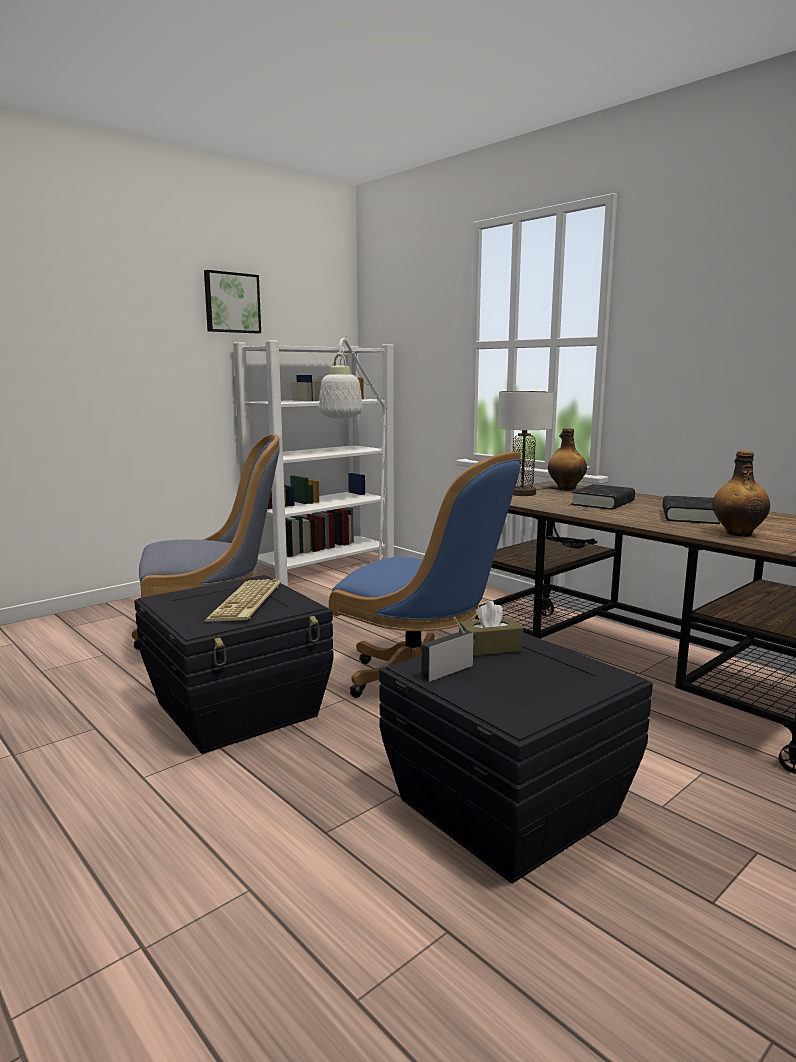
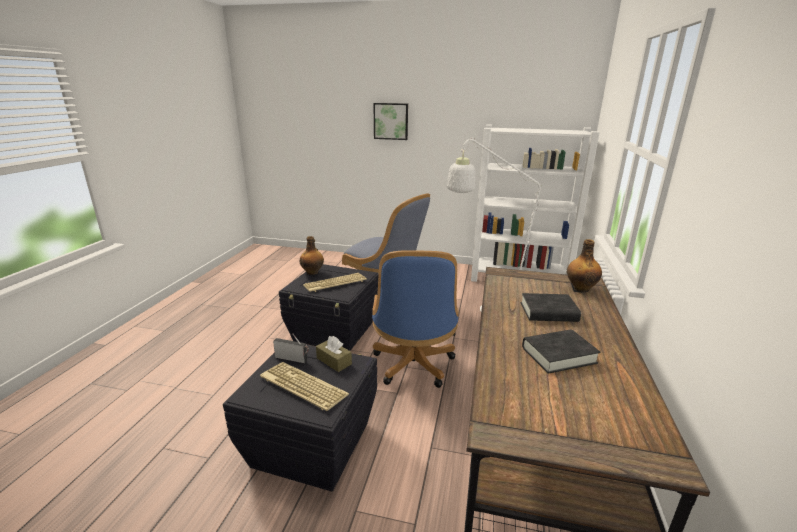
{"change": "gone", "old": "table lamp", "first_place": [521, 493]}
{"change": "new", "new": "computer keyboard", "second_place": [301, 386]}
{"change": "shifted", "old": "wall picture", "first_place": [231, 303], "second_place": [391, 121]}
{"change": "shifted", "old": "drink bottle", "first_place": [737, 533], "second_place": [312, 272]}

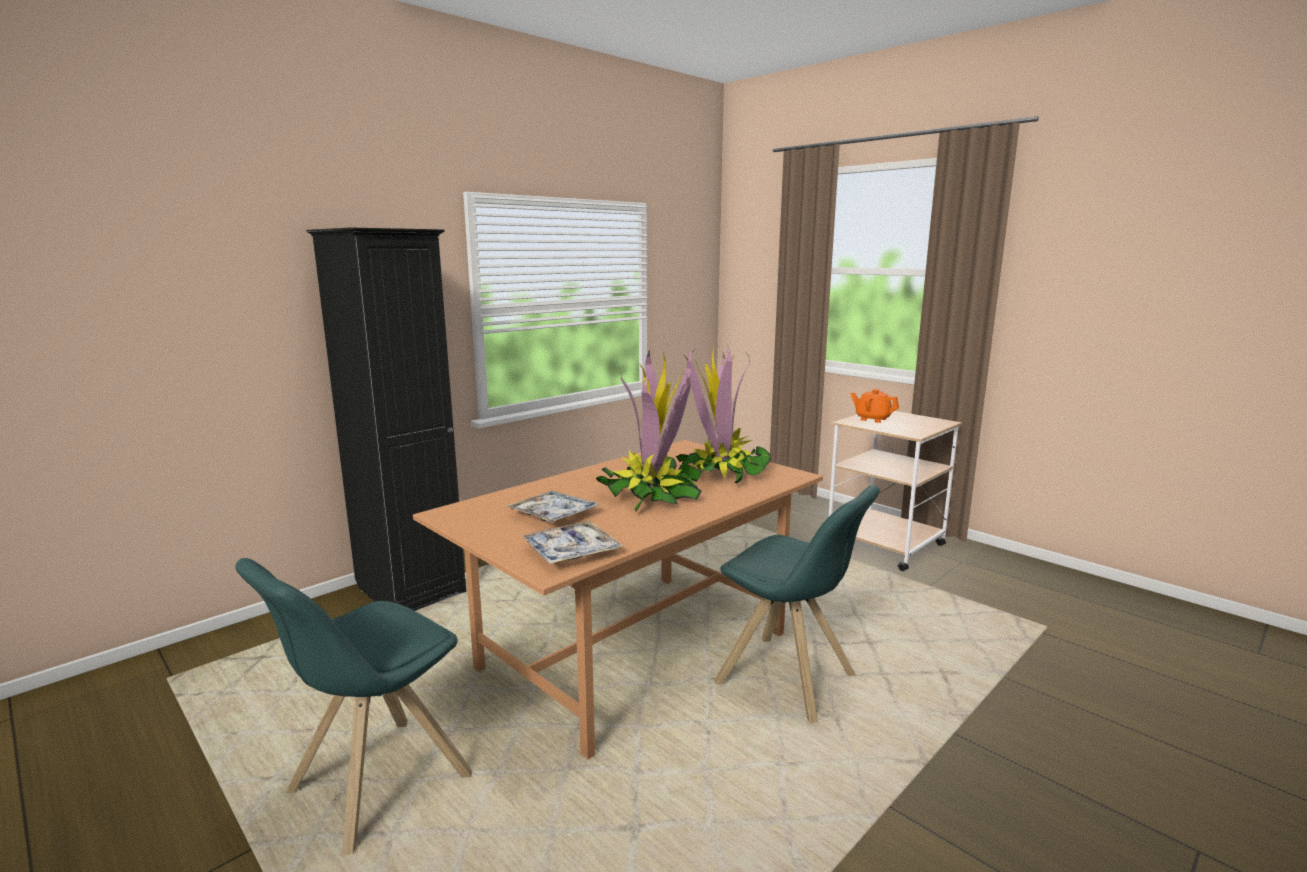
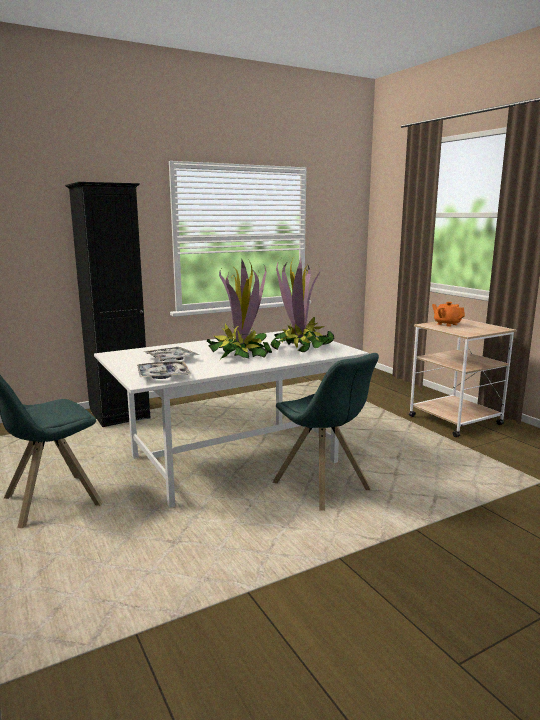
{"change": "repainted", "old": "dinner table (brown-coloured)", "new": "dinner table (white-coloured)", "first_place": [635, 653], "second_place": [233, 461]}

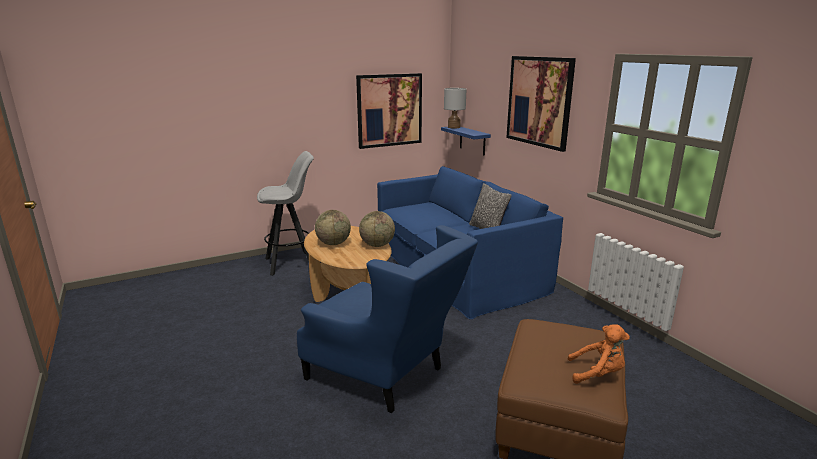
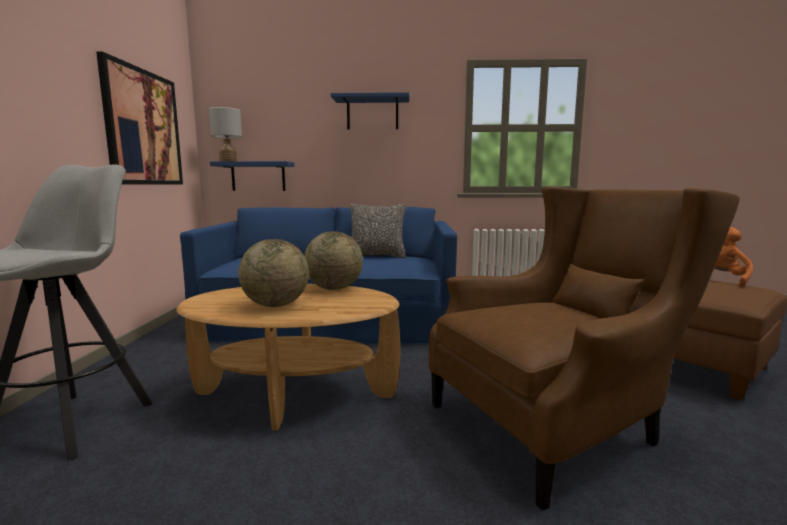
{"change": "swapped", "old": "wall picture", "new": "shelf (bluish)", "first_place": [539, 101], "second_place": [372, 114]}
{"change": "repainted", "old": "armchair (bluish)", "new": "armchair (brown-coloured)", "first_place": [386, 375], "second_place": [557, 424]}

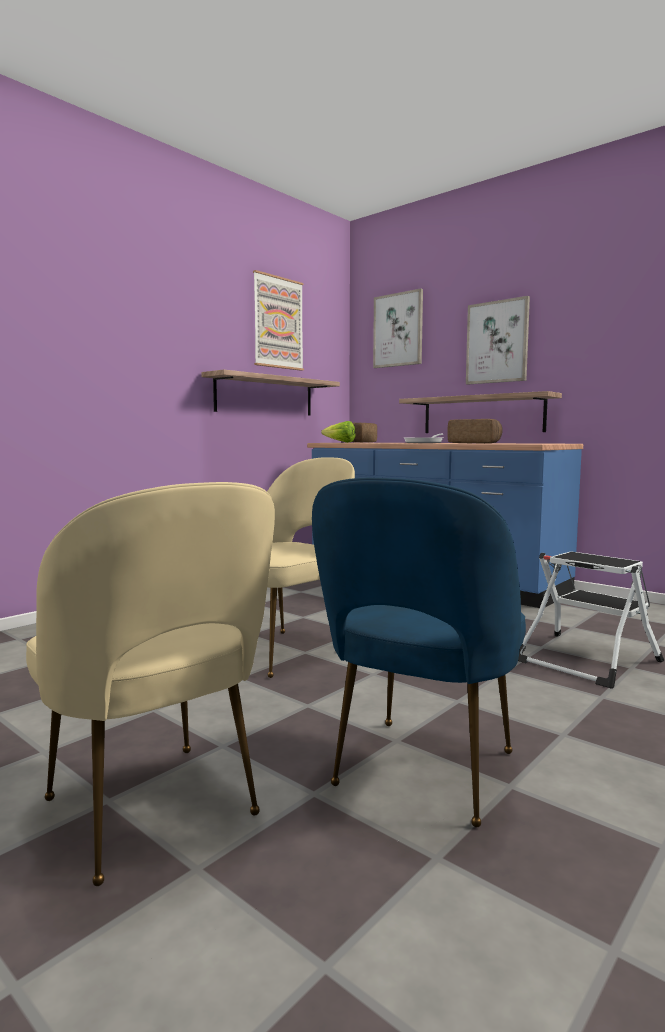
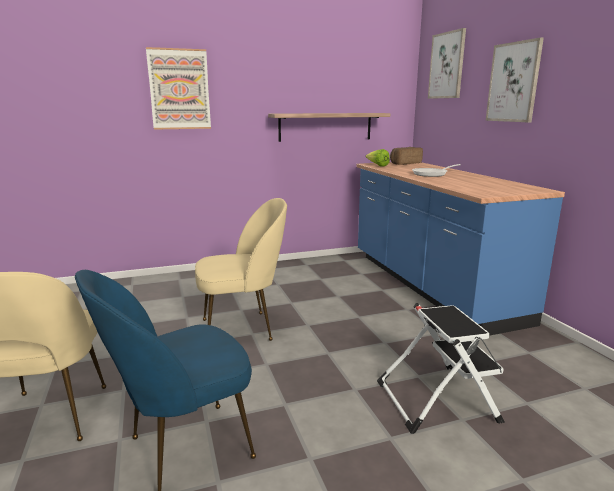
{"change": "gone", "old": "shelf", "first_place": [482, 414]}
{"change": "gone", "old": "bread", "first_place": [475, 443]}
{"change": "shifted", "old": "wall picture", "first_place": [278, 323], "second_place": [179, 89]}

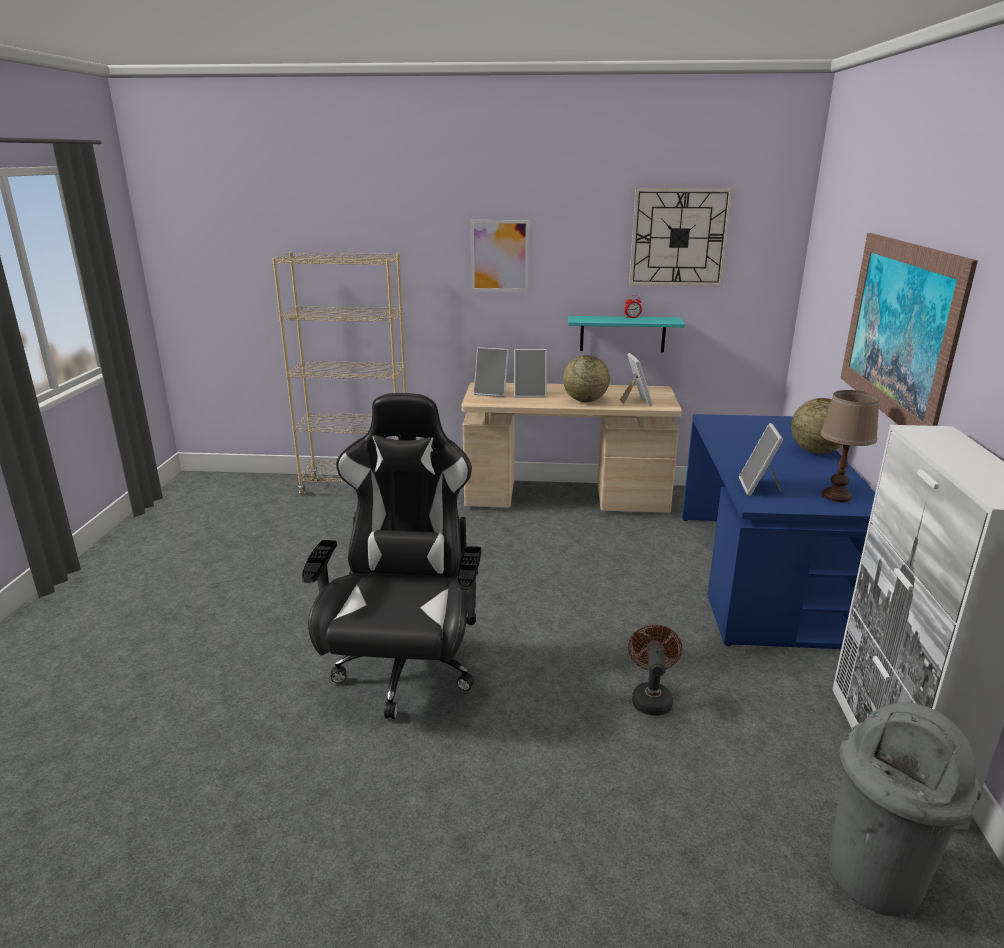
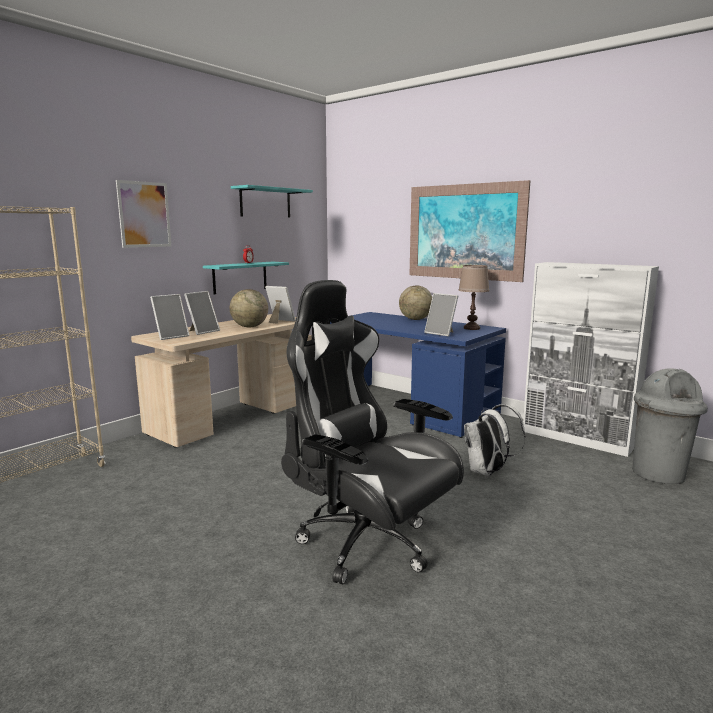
{"change": "swapped", "old": "cooling fan (brown-coloured)", "new": "knapsack (white-coloured)", "first_place": [651, 697], "second_place": [488, 472]}
{"change": "swapped", "old": "clock on the wall", "new": "shelf (blue-green)", "first_place": [679, 237], "second_place": [265, 202]}

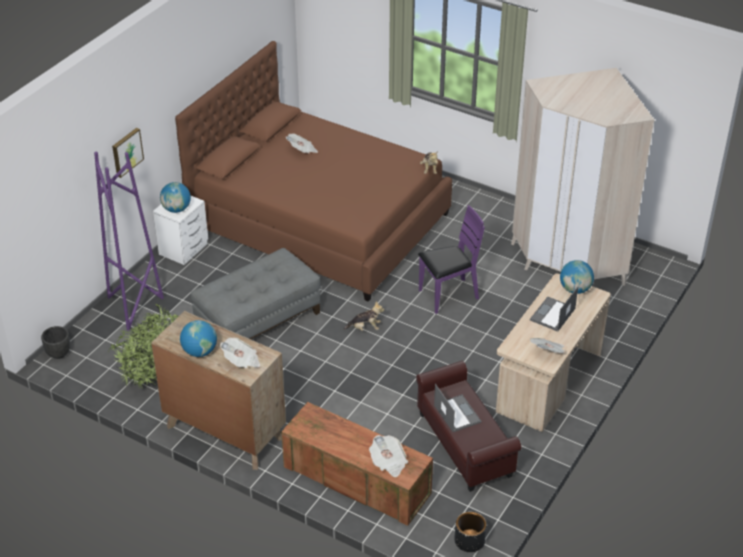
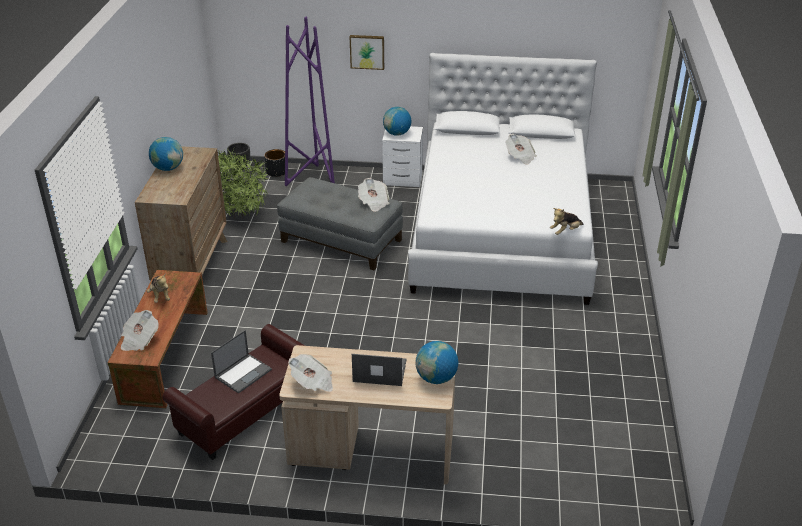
{"change": "gone", "old": "chair (purple-coloured)", "first_place": [448, 295]}
{"change": "gone", "old": "clothes cupboard (beige-coloured)", "first_place": [570, 260]}
{"change": "shifted", "old": "newspaper", "first_place": [241, 361], "second_place": [373, 202]}
{"change": "shifted", "old": "soft toy", "first_place": [365, 328], "second_place": [160, 296]}
{"change": "shifted", "old": "flower pot (black-coloured)", "first_place": [469, 541], "second_place": [276, 171]}
{"change": "repainted", "old": "sleeping bed (brown-coloured)", "new": "sleeping bed (white-coloured)", "first_place": [319, 221], "second_place": [502, 232]}

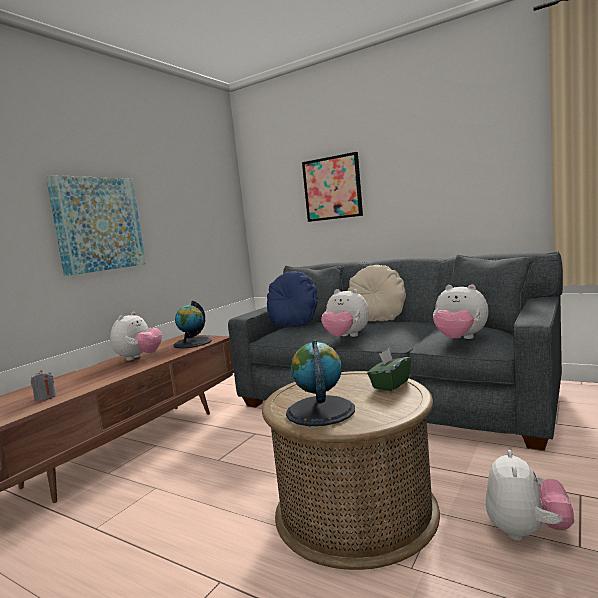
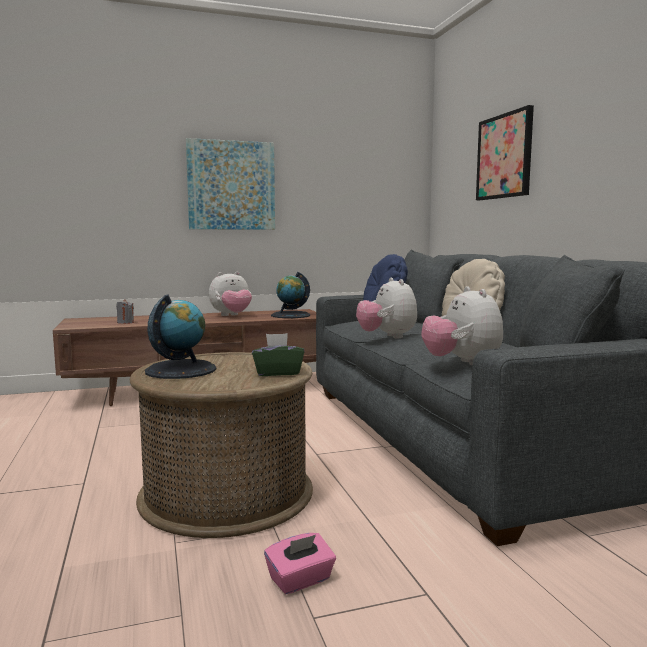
{"change": "swapped", "old": "soft toy", "new": "tissue holder (pink-coloured)", "first_place": [526, 532], "second_place": [300, 580]}

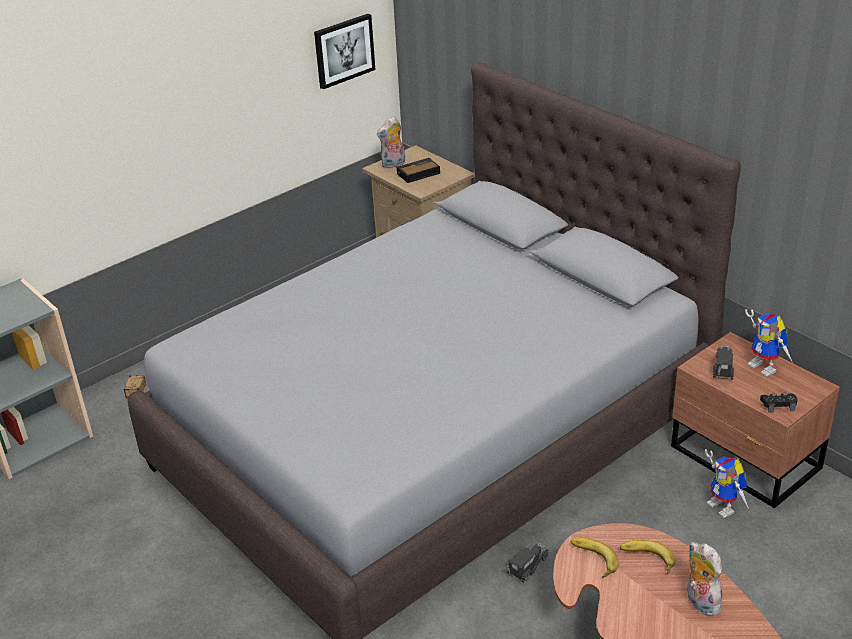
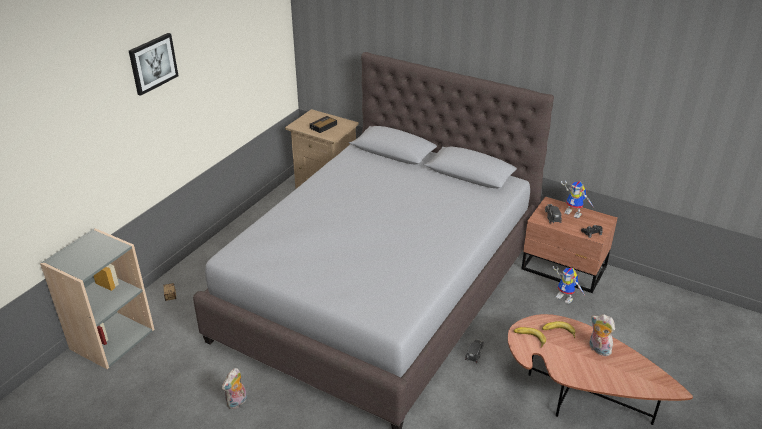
{"change": "shifted", "old": "wall picture", "first_place": [344, 50], "second_place": [153, 63]}
{"change": "shifted", "old": "soft toy", "first_place": [393, 164], "second_place": [237, 402]}

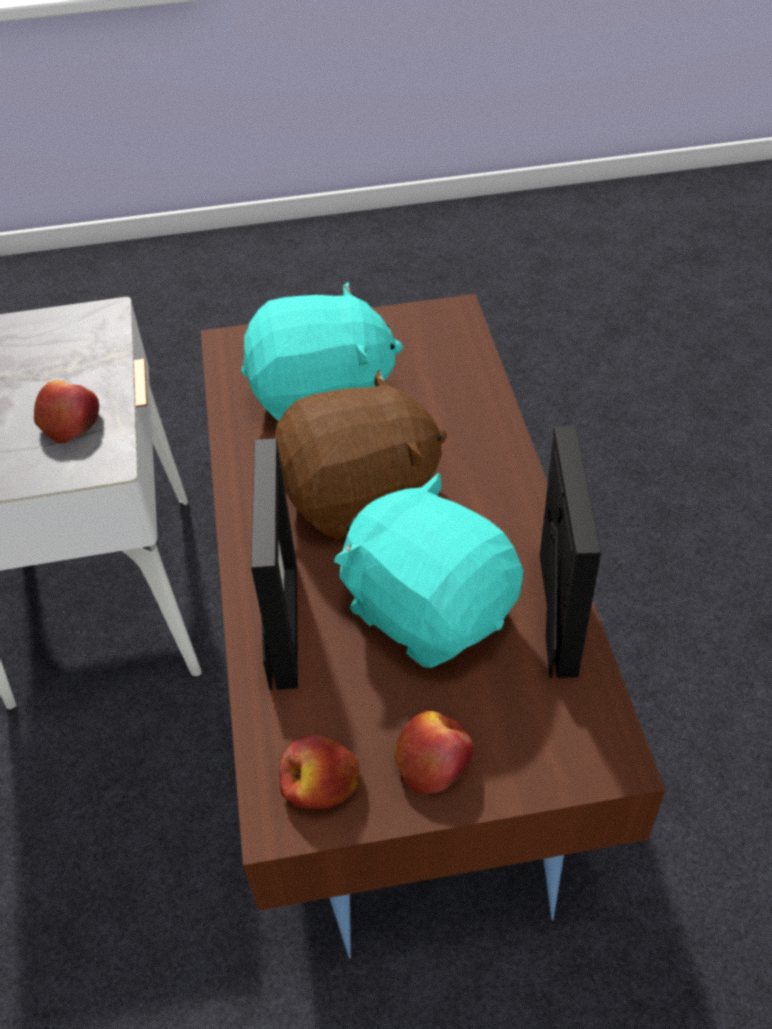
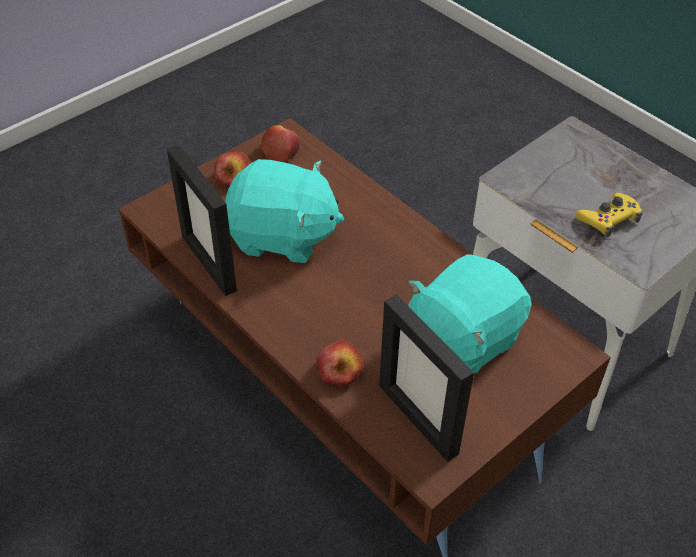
{"change": "gone", "old": "soft toy (brown-coloured)", "first_place": [360, 495]}
{"change": "new", "new": "gamepad (yellow)", "second_place": [608, 219]}
{"change": "shifted", "old": "apple", "first_place": [69, 420], "second_place": [339, 370]}
{"change": "shifted", "old": "standing frame", "first_place": [283, 624], "second_place": [420, 418]}

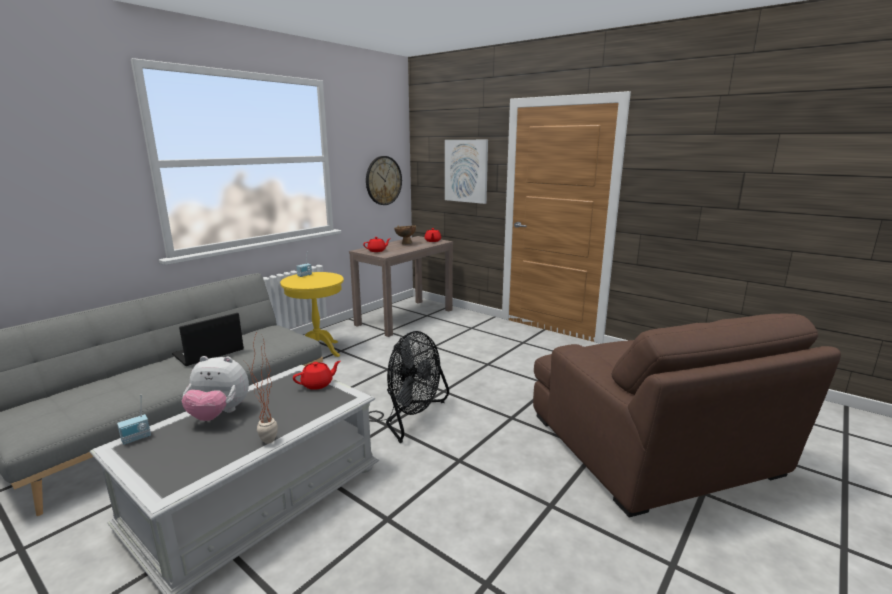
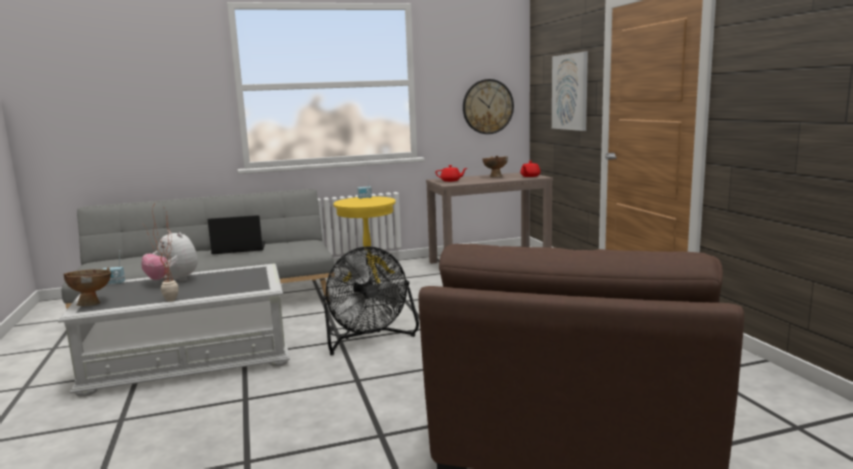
{"change": "gone", "old": "pot for tea (red-coloured)", "first_place": [318, 384]}
{"change": "new", "new": "bowl (brown-coloured)", "second_place": [93, 303]}

